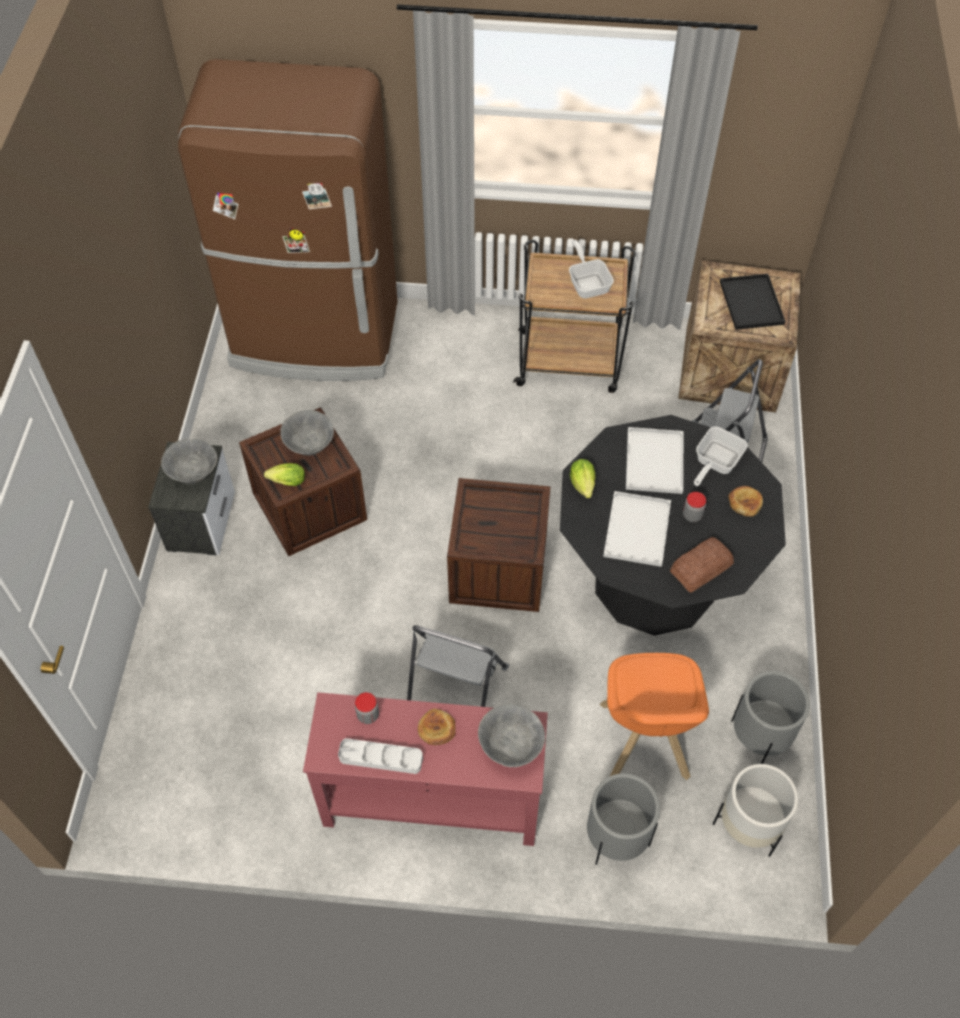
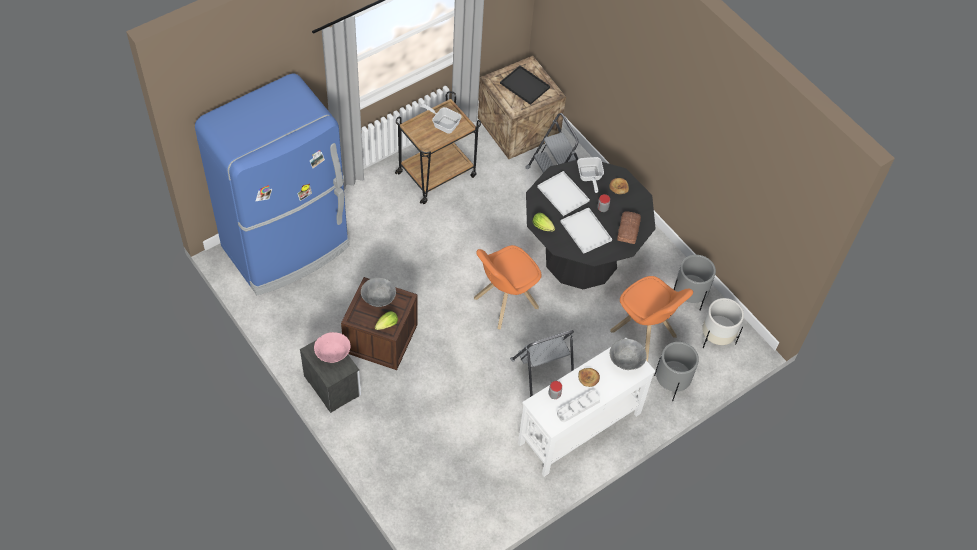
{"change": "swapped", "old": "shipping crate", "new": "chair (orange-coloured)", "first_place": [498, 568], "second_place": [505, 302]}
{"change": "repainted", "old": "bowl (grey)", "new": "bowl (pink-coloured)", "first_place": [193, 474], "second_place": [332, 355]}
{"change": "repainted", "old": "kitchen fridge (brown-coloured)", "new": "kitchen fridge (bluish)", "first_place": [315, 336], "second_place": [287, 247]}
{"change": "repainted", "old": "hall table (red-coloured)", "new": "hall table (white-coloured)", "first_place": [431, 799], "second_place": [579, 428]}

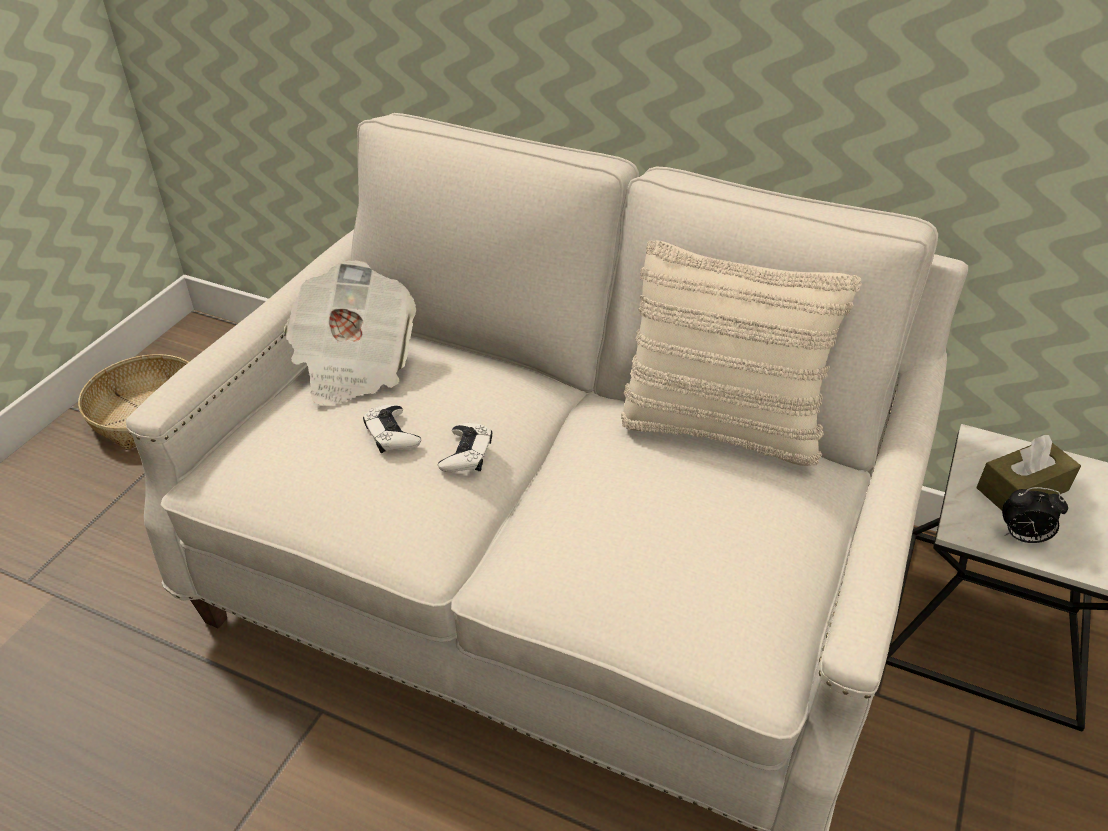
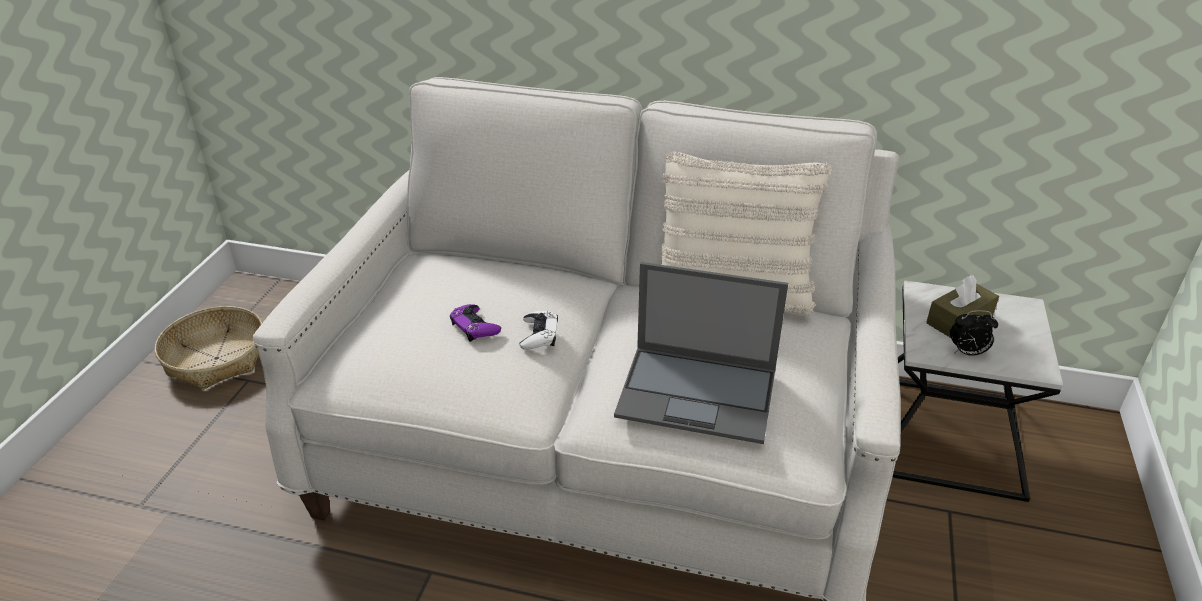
{"change": "gone", "old": "newspaper", "first_place": [353, 363]}
{"change": "new", "new": "laptop", "second_place": [699, 393]}
{"change": "repainted", "old": "gamepad (white-coloured)", "new": "gamepad (purple-coloured)", "first_place": [392, 434], "second_place": [474, 327]}

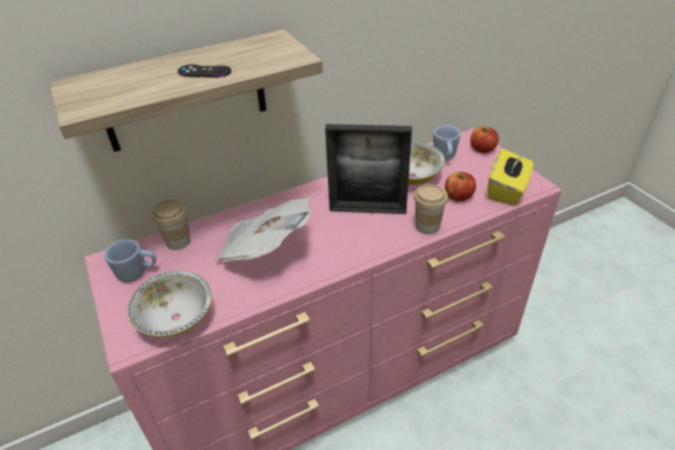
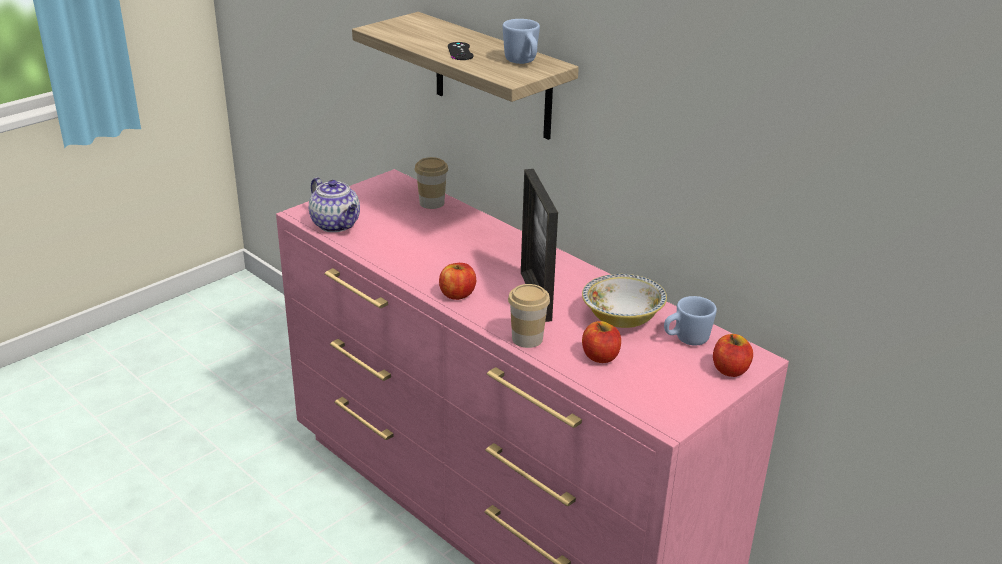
{"change": "gone", "old": "newspaper", "first_place": [265, 249]}
{"change": "gone", "old": "tissue holder (yellow)", "first_place": [507, 190]}
{"change": "new", "new": "apple", "second_place": [457, 294]}
{"change": "shifted", "old": "tea mug (bluish)", "first_place": [137, 273], "second_place": [523, 62]}
{"change": "swapped", "old": "bowl", "new": "pot for tea", "first_place": [176, 318], "second_place": [336, 225]}

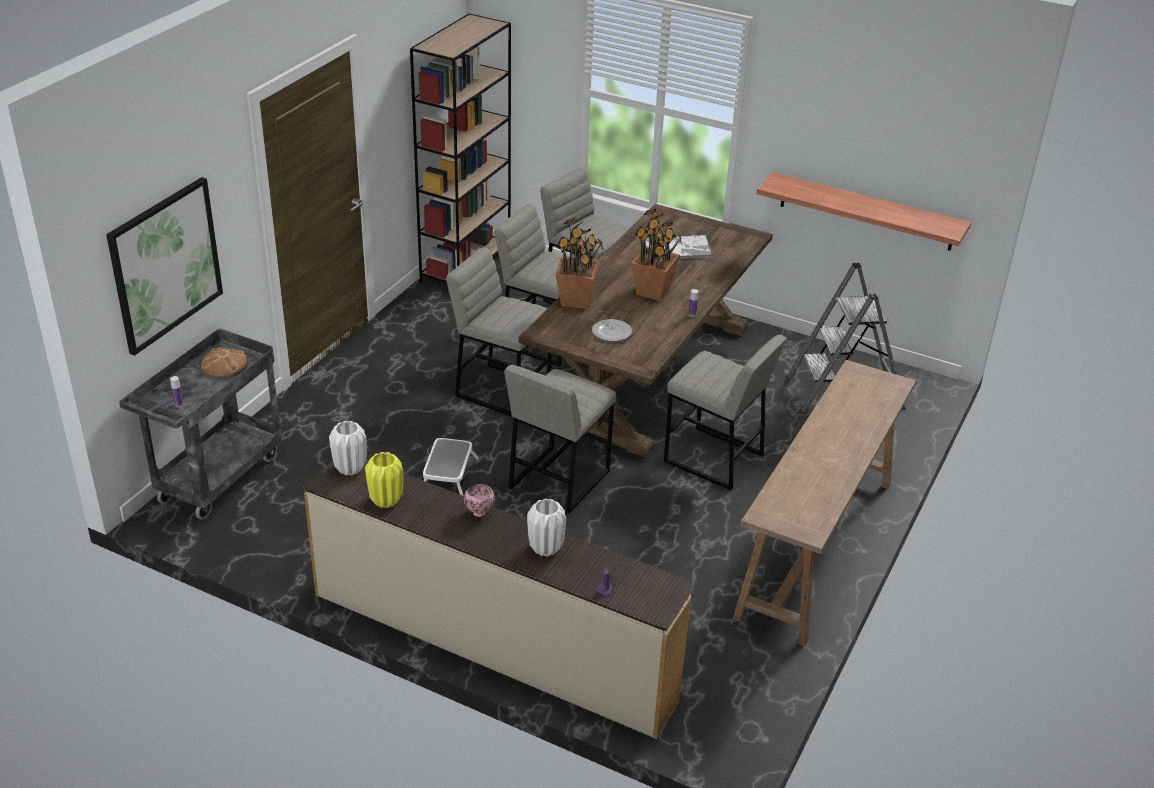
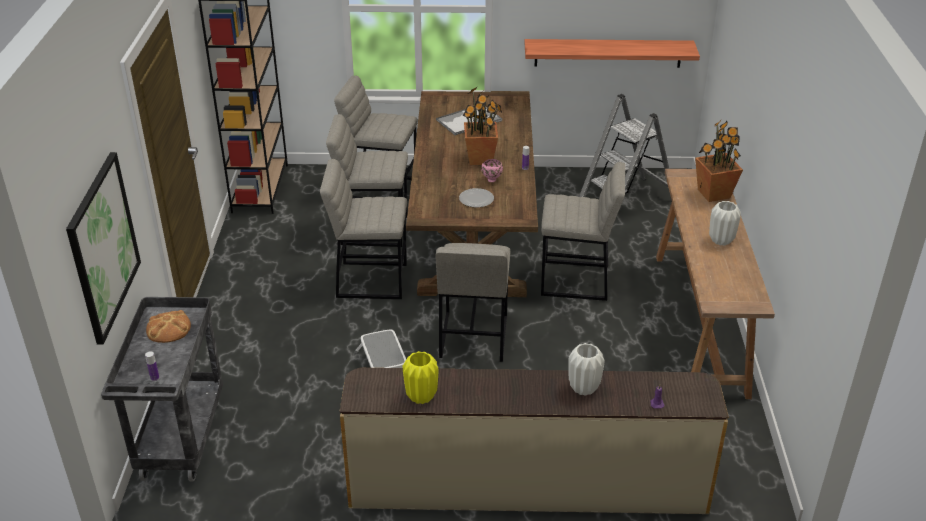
{"change": "shifted", "old": "decorative vase (white-coloured)", "first_place": [350, 468], "second_place": [720, 240]}
{"change": "shifted", "old": "bowl (pink-coloured)", "first_place": [479, 512], "second_place": [491, 179]}
{"change": "shifted", "old": "potted plant", "first_place": [577, 300], "second_place": [714, 193]}

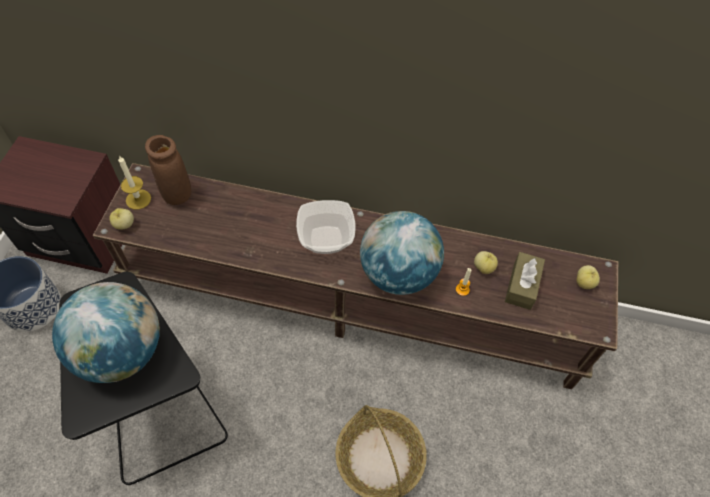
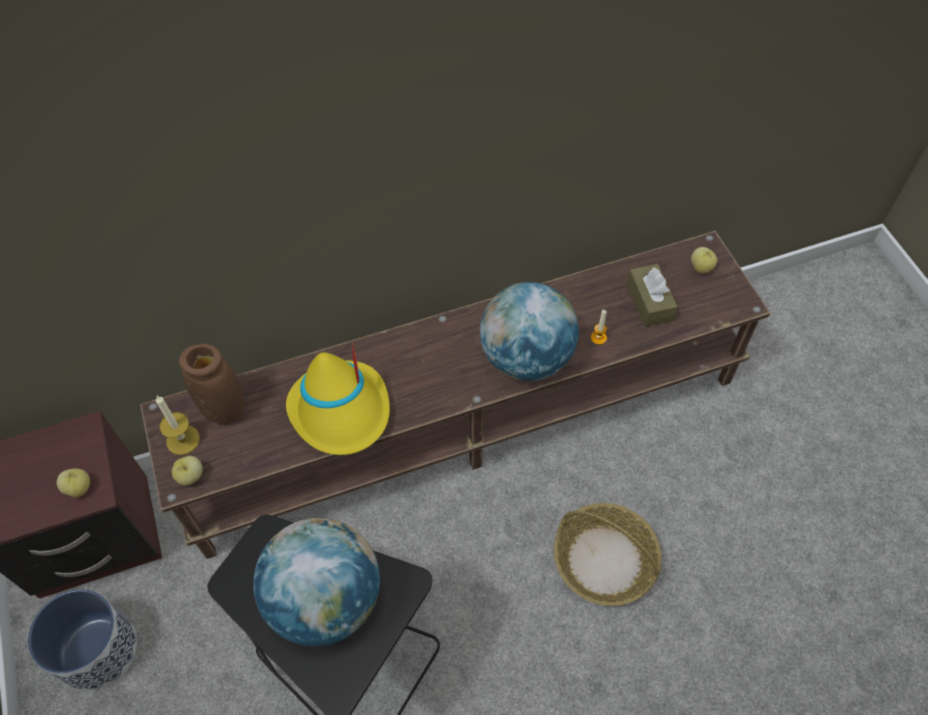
{"change": "gone", "old": "bowl", "first_place": [327, 239]}
{"change": "new", "new": "hat (yellow)", "second_place": [341, 411]}
{"change": "shifted", "old": "apple", "first_place": [484, 267], "second_place": [79, 488]}

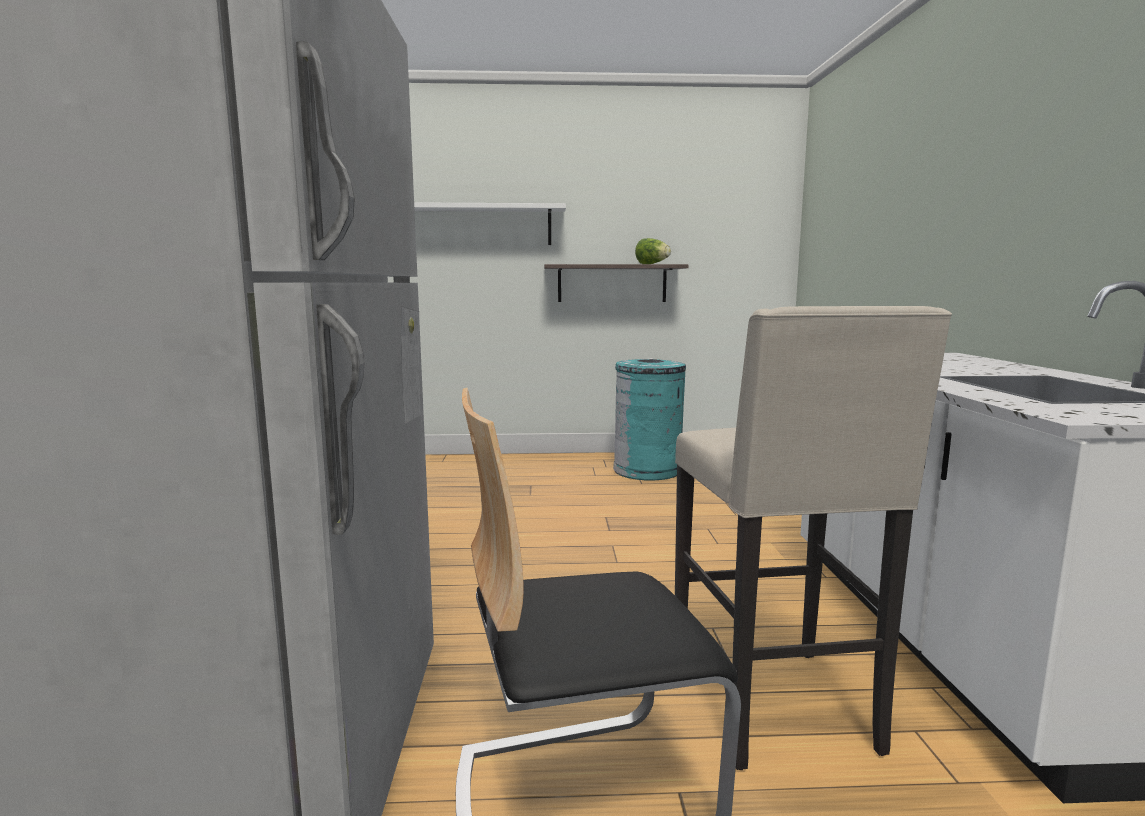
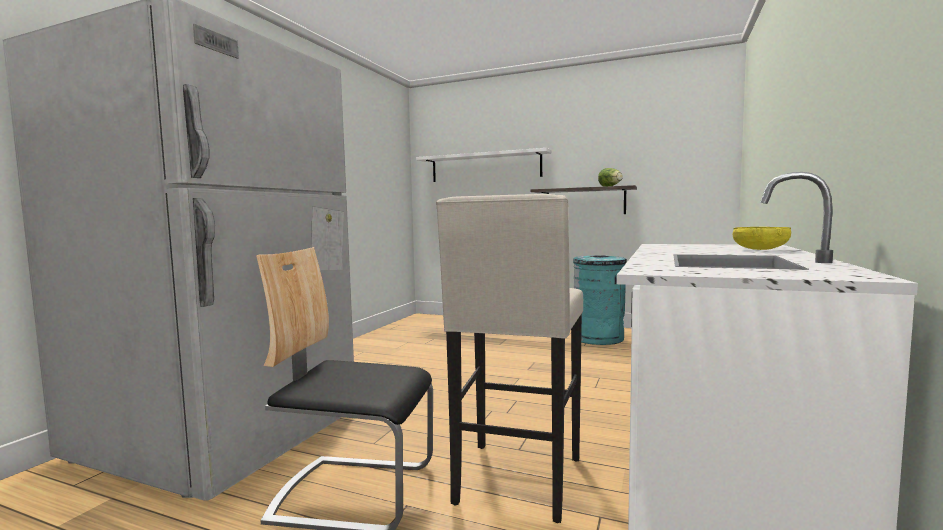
{"change": "new", "new": "bowl (yellow)", "second_place": [760, 249]}

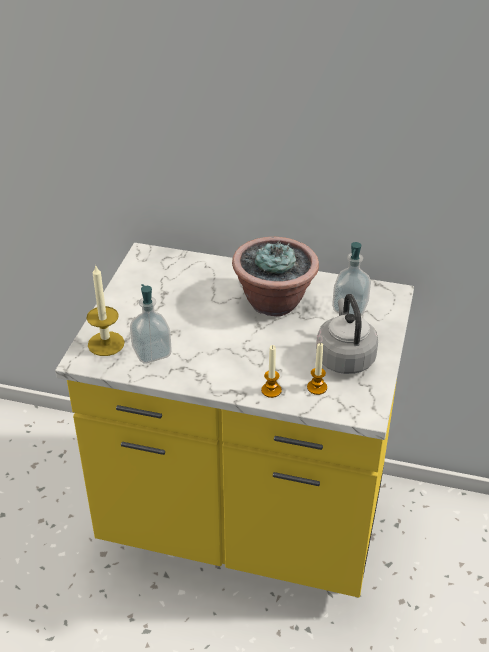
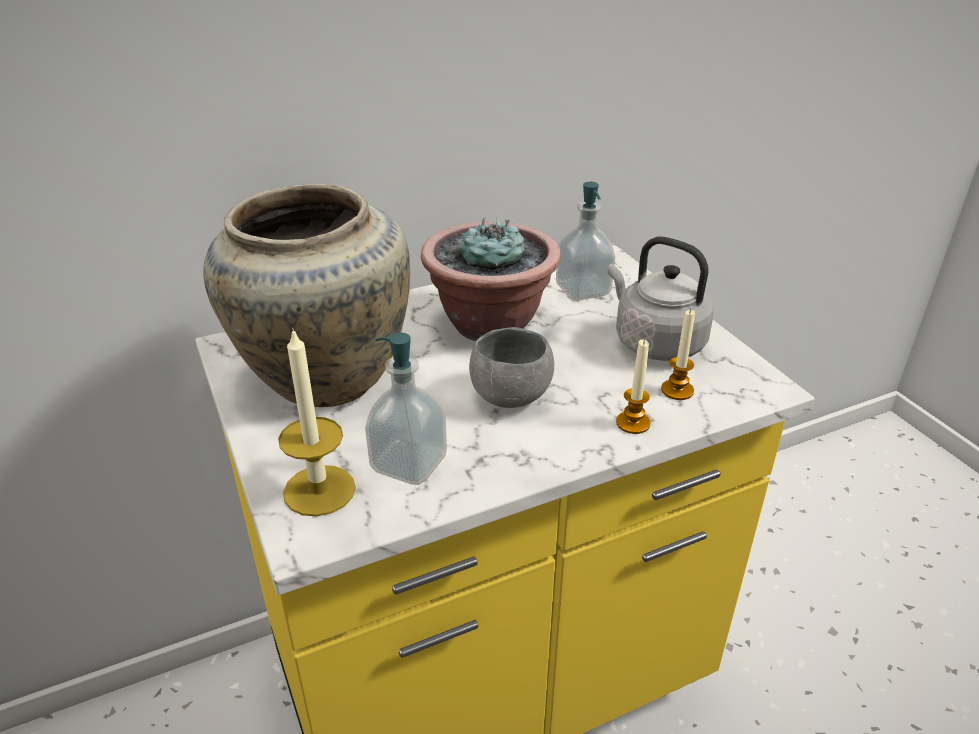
{"change": "new", "new": "decorative vase (beige-coloured)", "second_place": [323, 373]}
{"change": "new", "new": "bowl (grey)", "second_place": [511, 395]}

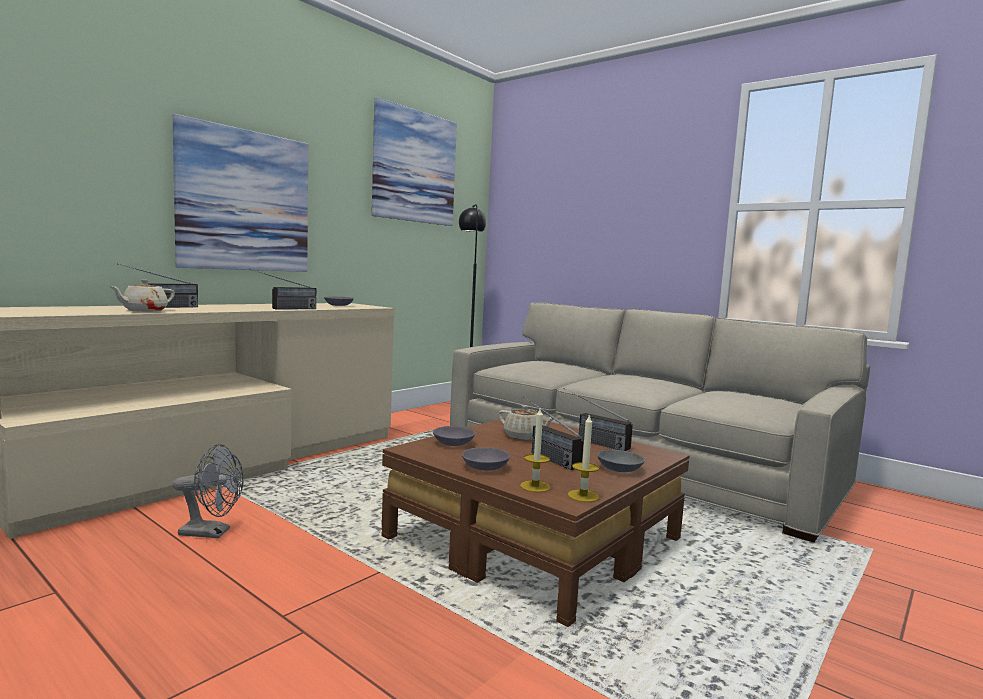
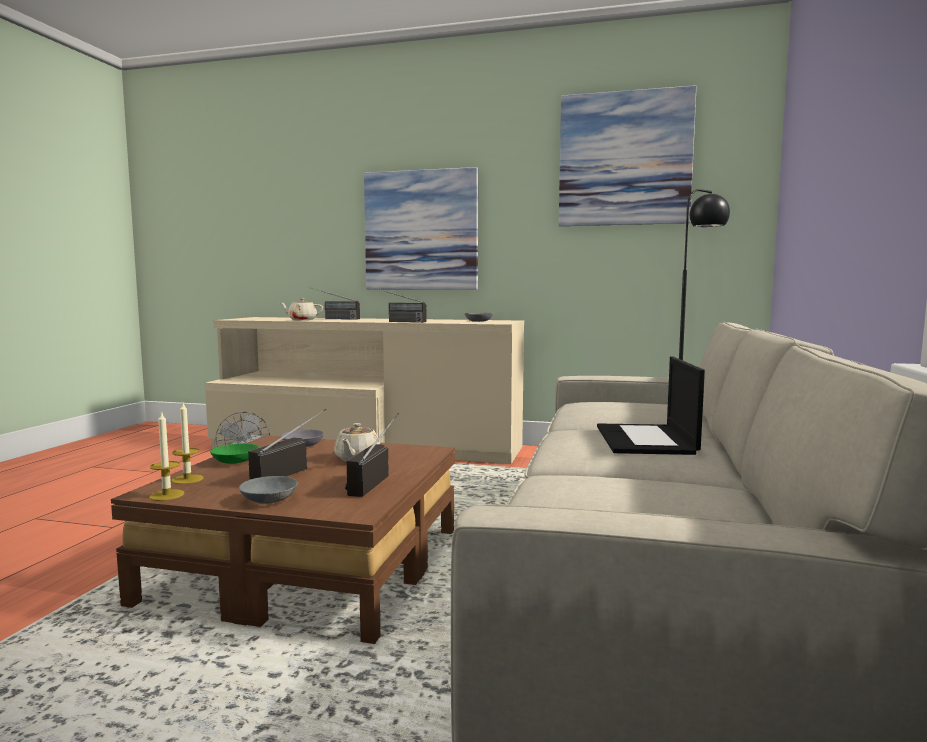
{"change": "new", "new": "laptop", "second_place": [646, 440]}
{"change": "repainted", "old": "bowl (grey)", "new": "bowl (green-coloured)", "first_place": [485, 467], "second_place": [236, 461]}

